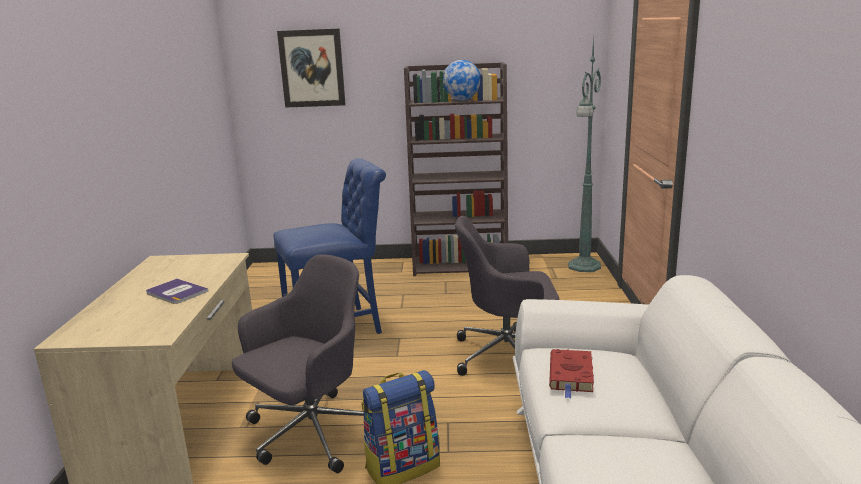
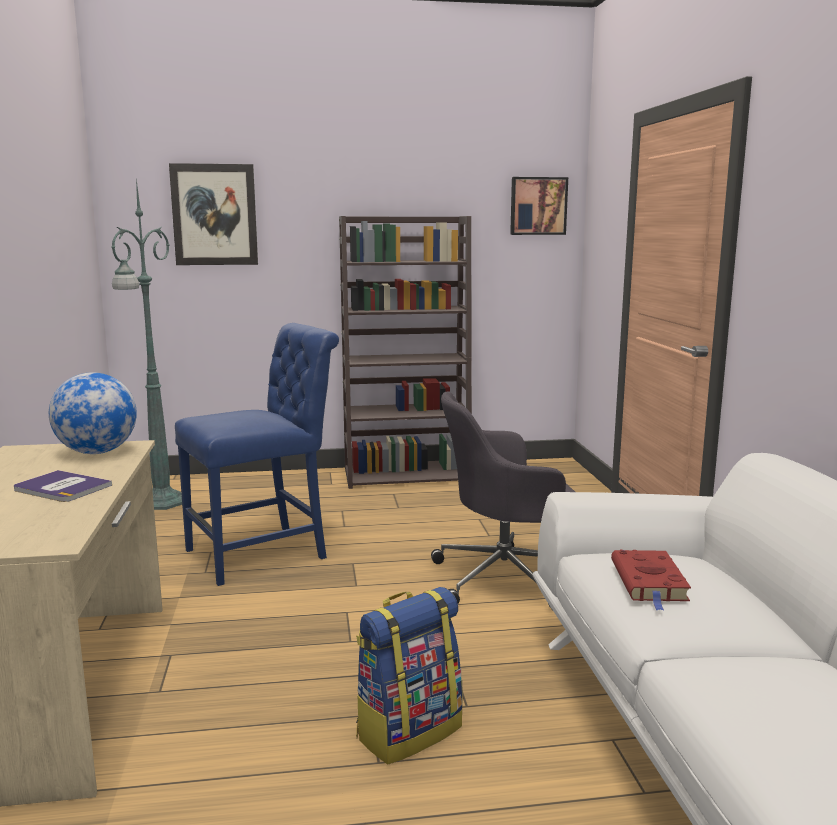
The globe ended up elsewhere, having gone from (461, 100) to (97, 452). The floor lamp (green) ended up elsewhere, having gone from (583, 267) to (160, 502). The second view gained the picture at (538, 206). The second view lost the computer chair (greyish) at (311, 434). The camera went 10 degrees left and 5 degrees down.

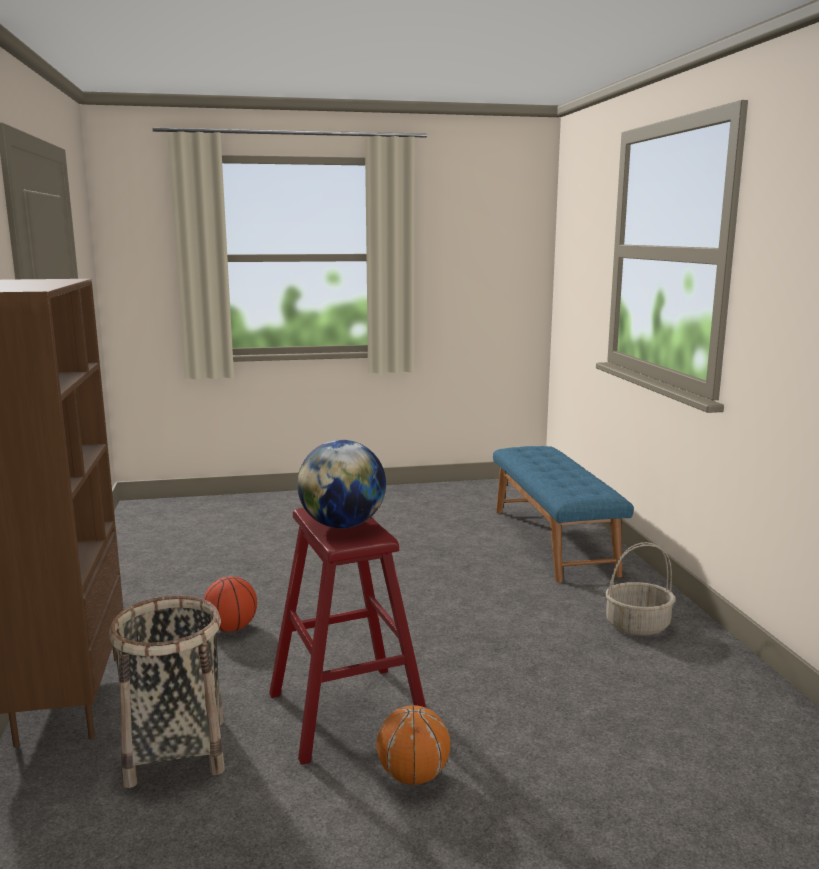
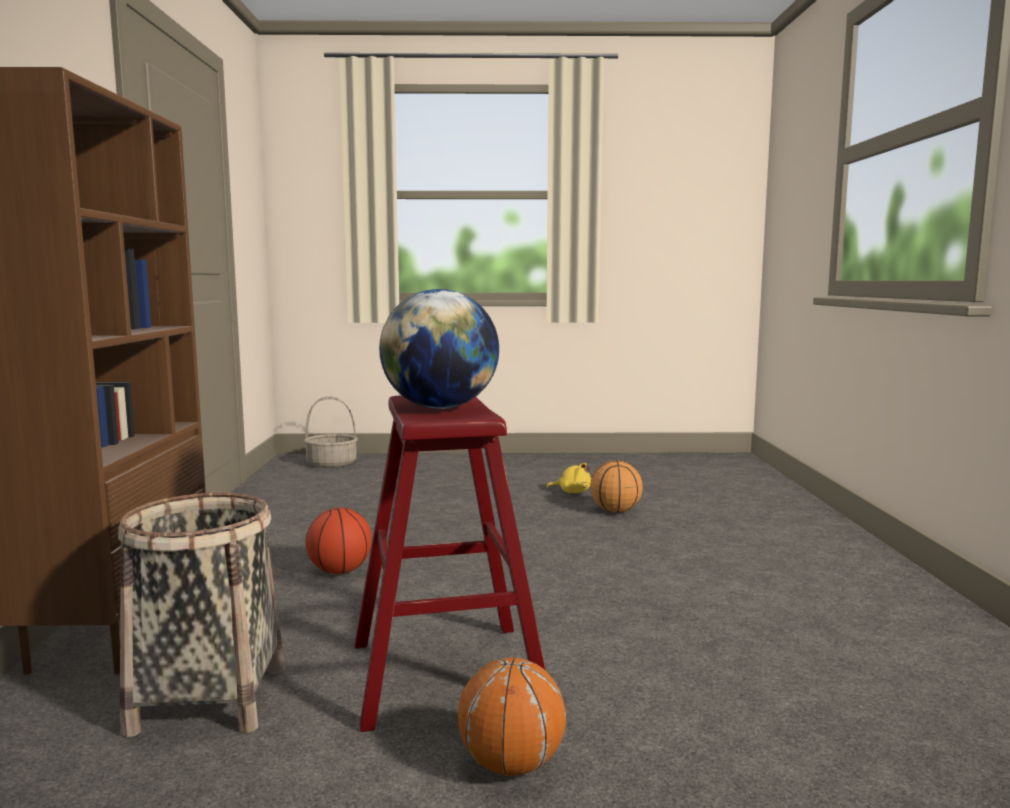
The basket ended up elsewhere, having gone from (638, 625) to (332, 464). The second view gained the soft toy (yellowish) at (572, 492). The second view gained the ball for basketball at (616, 511). The second view lost the indoor bench (bluish) at (553, 541). The camera went 10 degrees right and 5 degrees down.

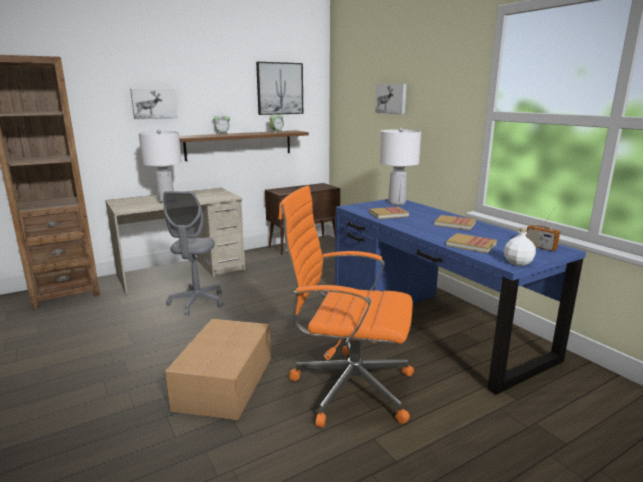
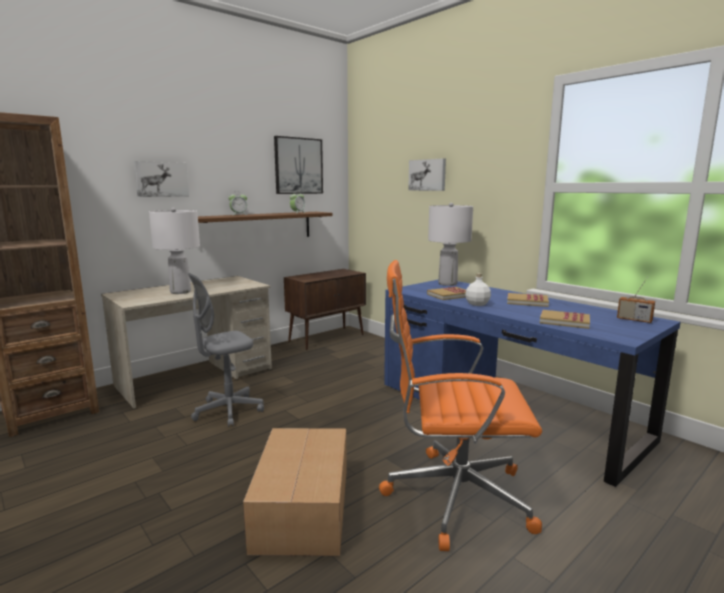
The computer chair (greyish) at (197, 302) ended up facing another way, 60 degrees clockwise from before. The bottle (white-coloured) ended up elsewhere, having gone from (518, 262) to (477, 304). The camera went 10 degrees left and 5 degrees down.

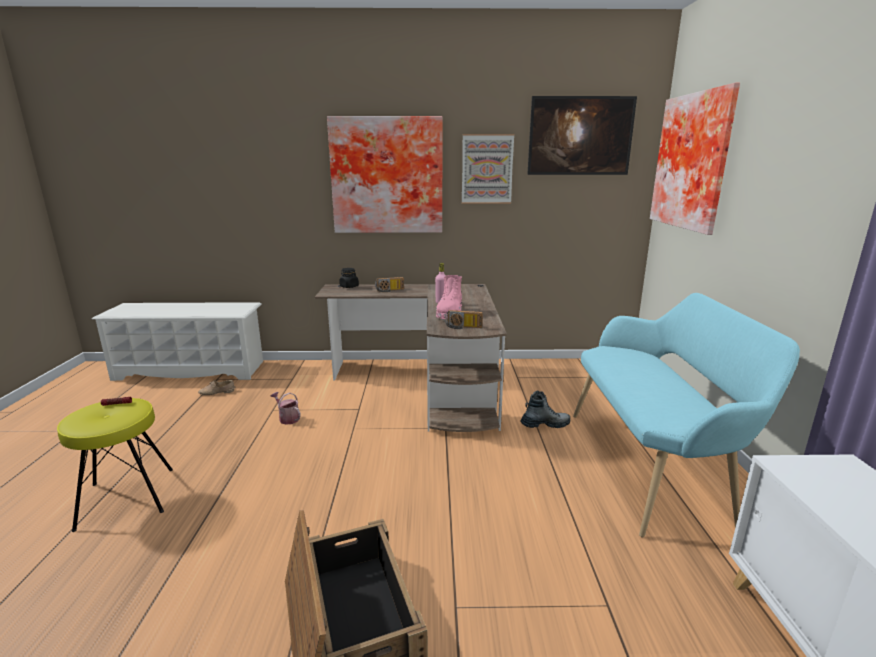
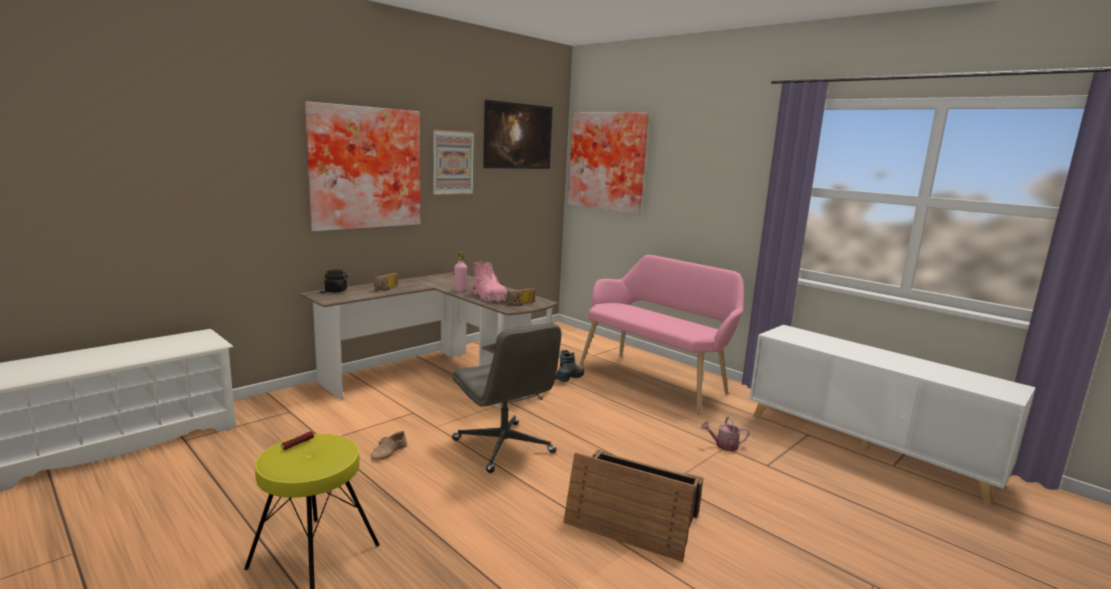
The item of footwear (beige) ended up elsewhere, having gone from (217, 392) to (389, 452). The second view gained the computer chair (greyish) at (504, 447). What was the indoor bench (blue-green) at (653, 465) turned into the indoor bench (pink-coloured) at (656, 380). The sprinkling can ended up elsewhere, having gone from (287, 418) to (723, 446). The camera went 45 degrees left and 5 degrees down.

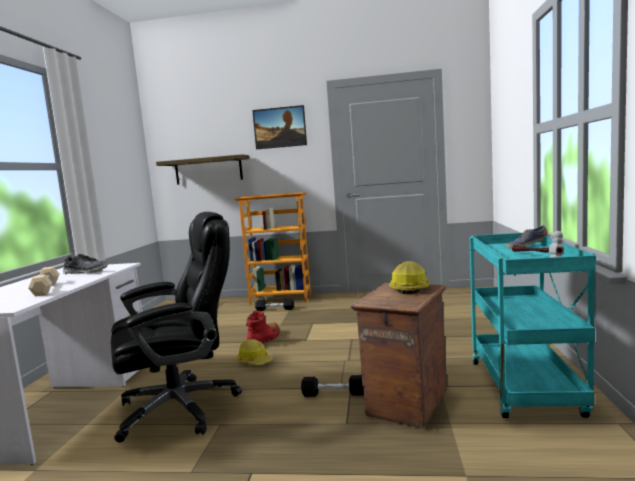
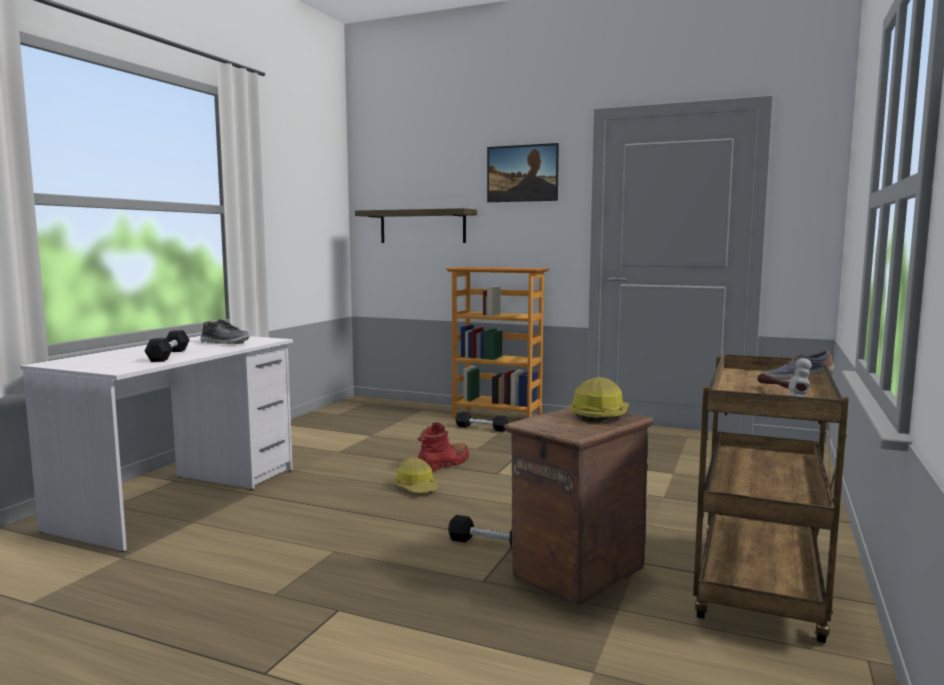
What was the dumbbell (beige) at (46, 289) turned into the dumbbell (black) at (169, 355). What was the wheeled cart (blue-green) at (526, 389) turned into the wheeled cart (brown-coloured) at (761, 590). The second view lost the computer chair (black) at (181, 407). The camera went 15 degrees right and 0 degrees up.

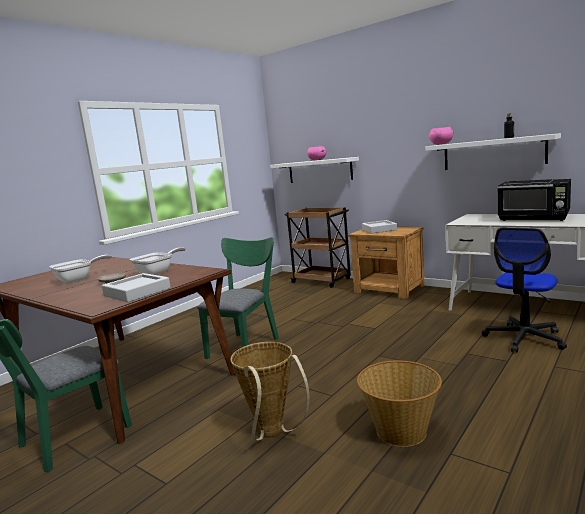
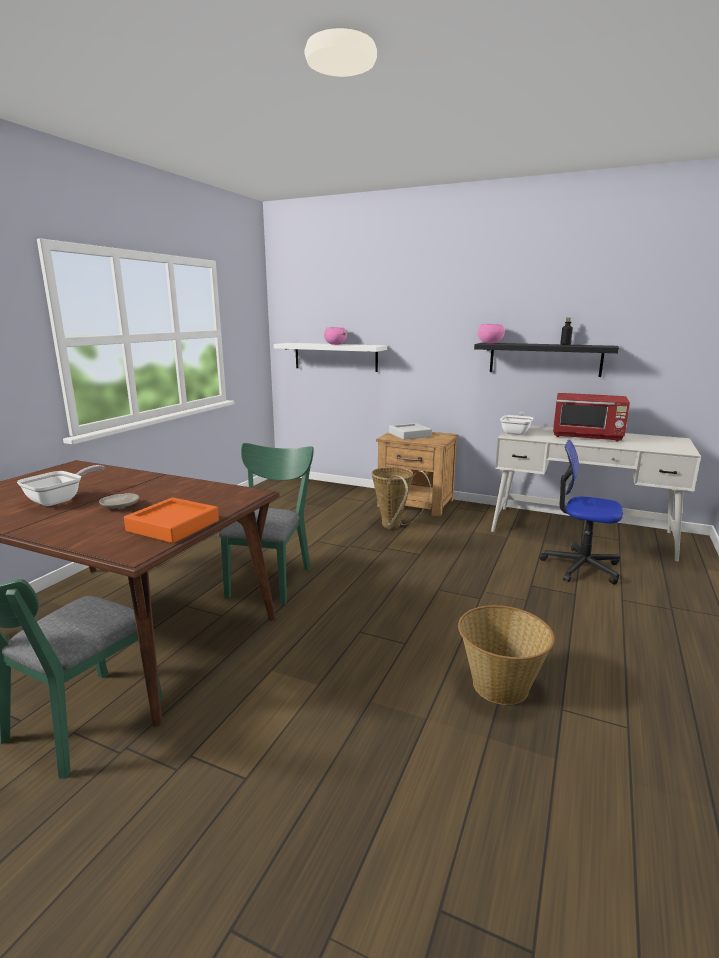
What was the serving tray (greyish) at (137, 292) turned into the serving tray (orangey) at (173, 526). The basket ended up elsewhere, having gone from (272, 434) to (394, 527). What was the wall shelf (white-coloured) at (493, 153) turned into the wall shelf (black) at (544, 359). The pan ended up elsewhere, having gone from (158, 272) to (516, 432). The computer chair at (524, 338) ended up facing another way, 90 degrees clockwise from before. What was the microwave (black) at (534, 218) turned into the microwave (red) at (587, 436). The second view lost the wheeled cart (brown-coloured) at (322, 281). The camera went 15 degrees left and 5 degrees up.

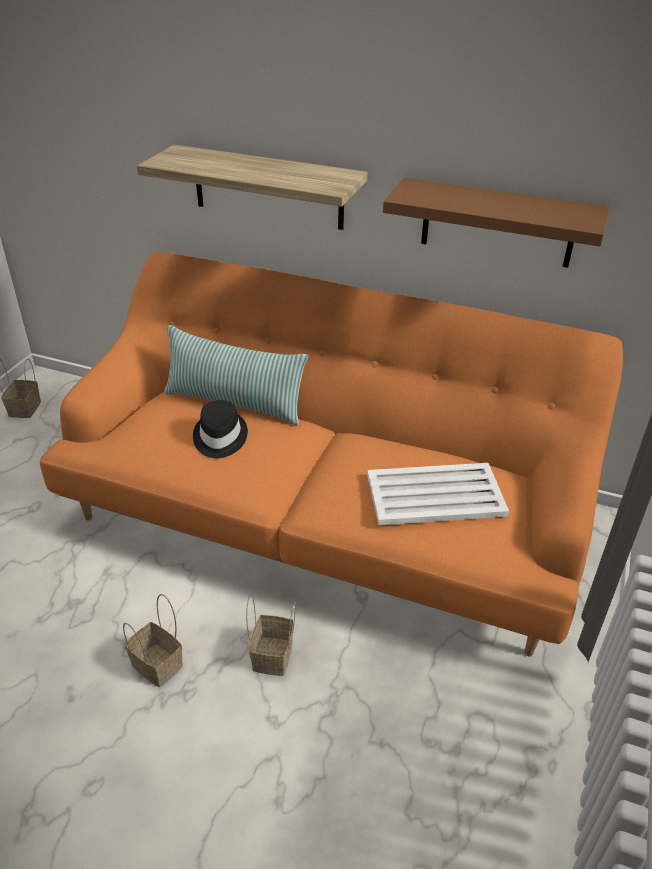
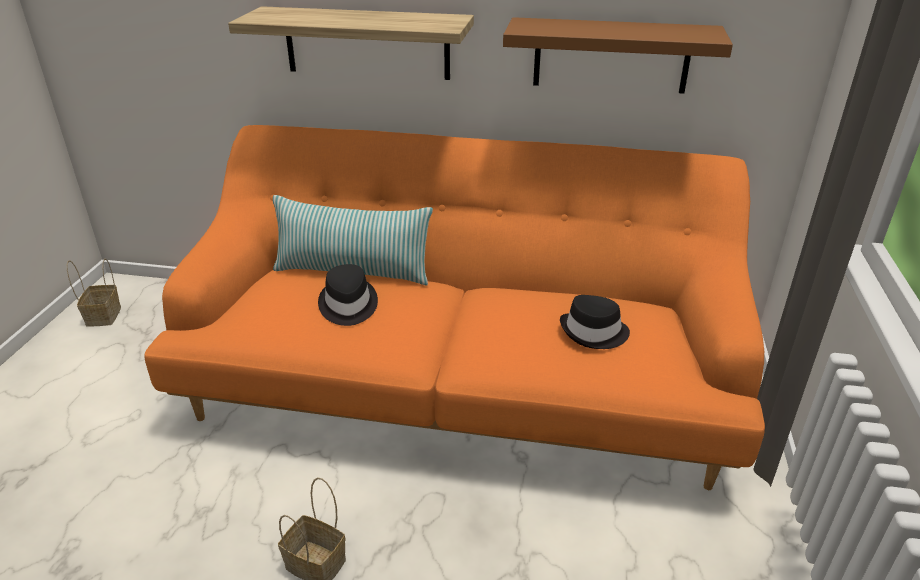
Where the serving tray (white-coloured) stood at (436, 495), the clothing hat (black) came to stand at (594, 332). The second view lost the basket at (273, 657). The camera went 10 degrees left and 5 degrees down.

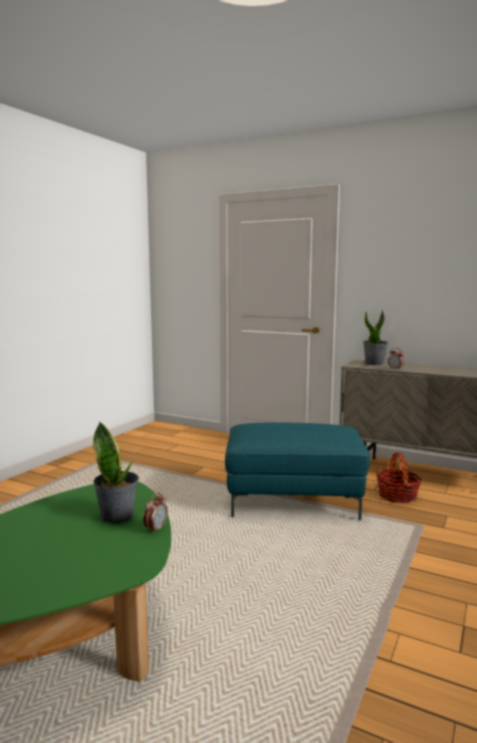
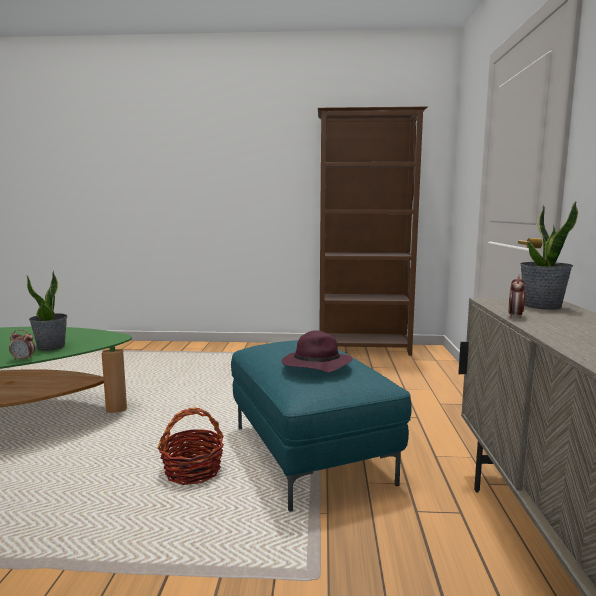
The basket ended up elsewhere, having gone from (397, 495) to (193, 470). The second view gained the clothing hat (purple-coloured) at (315, 365). The second view gained the bookshelf (brown-coloured) at (364, 349). The camera went 65 degrees right and 0 degrees up.

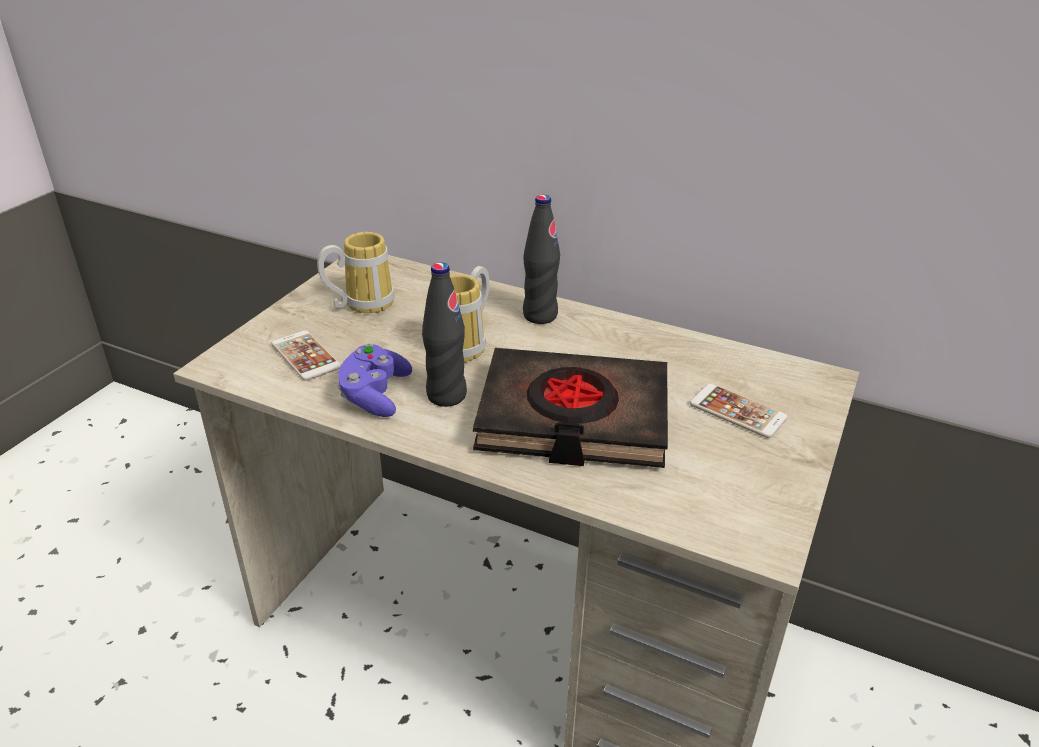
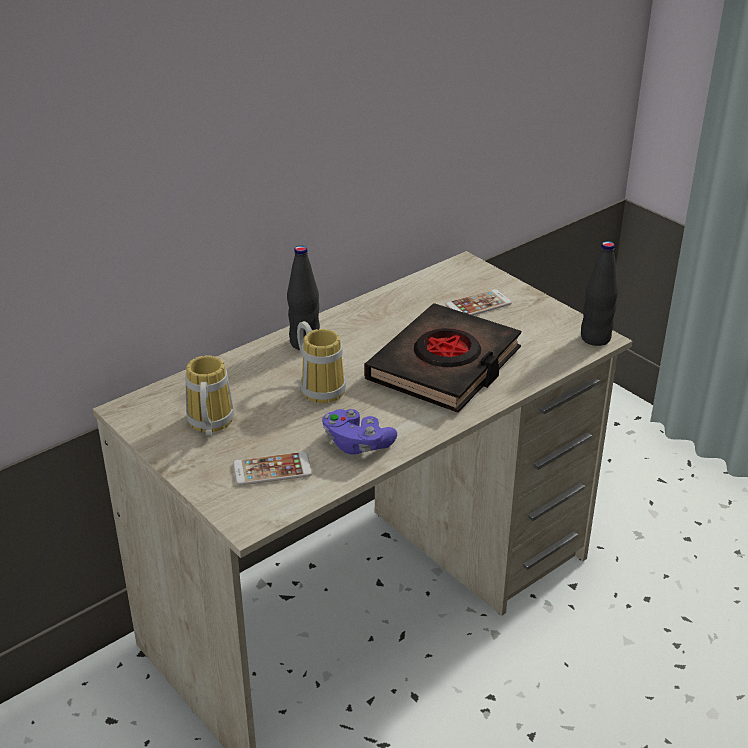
The bottle (black) ended up elsewhere, having gone from (446, 395) to (595, 338). The camera went 65 degrees left and 0 degrees up.

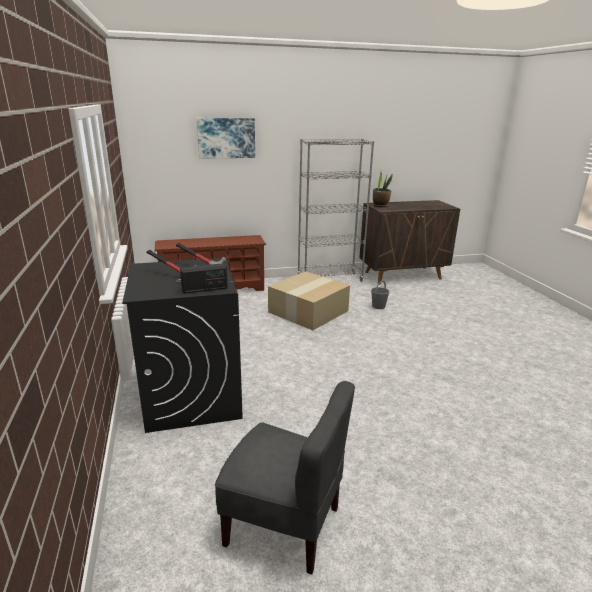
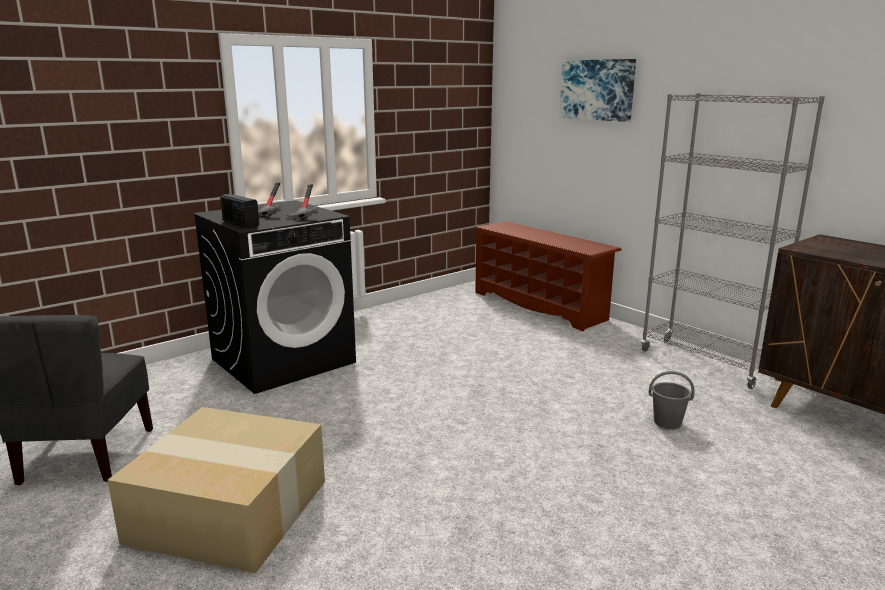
The cardboard box ended up elsewhere, having gone from (308, 312) to (226, 512). The second view lost the potted plant at (380, 206). The camera went 65 degrees right and 5 degrees down.

